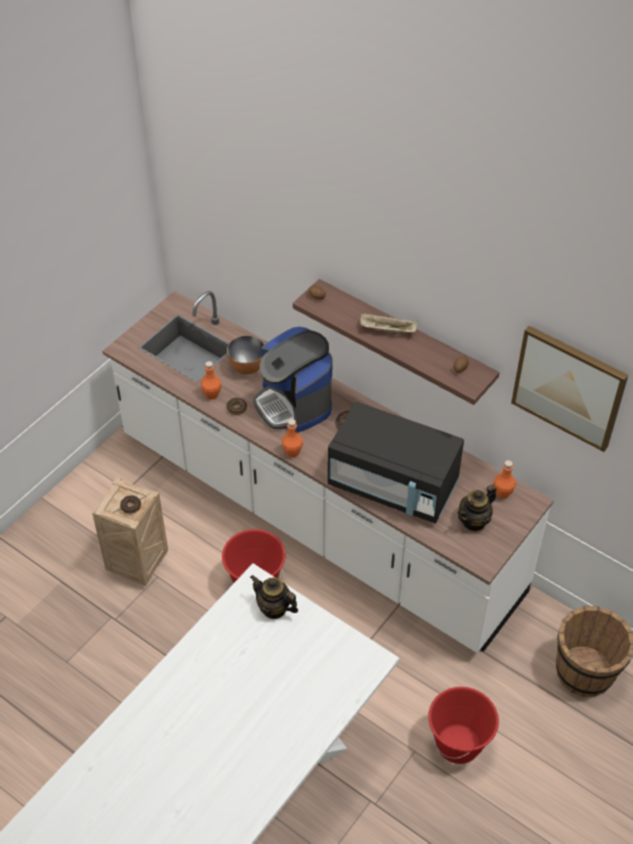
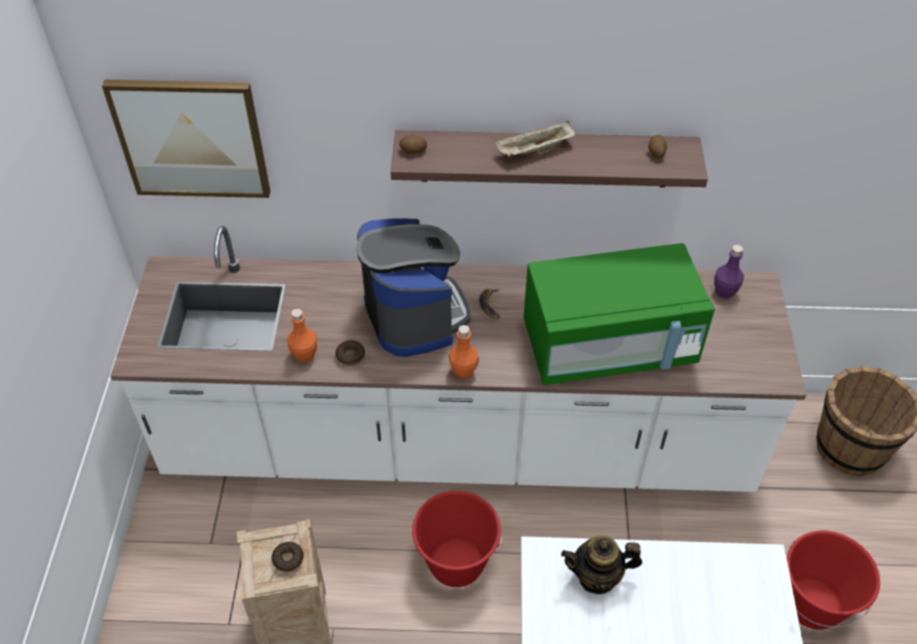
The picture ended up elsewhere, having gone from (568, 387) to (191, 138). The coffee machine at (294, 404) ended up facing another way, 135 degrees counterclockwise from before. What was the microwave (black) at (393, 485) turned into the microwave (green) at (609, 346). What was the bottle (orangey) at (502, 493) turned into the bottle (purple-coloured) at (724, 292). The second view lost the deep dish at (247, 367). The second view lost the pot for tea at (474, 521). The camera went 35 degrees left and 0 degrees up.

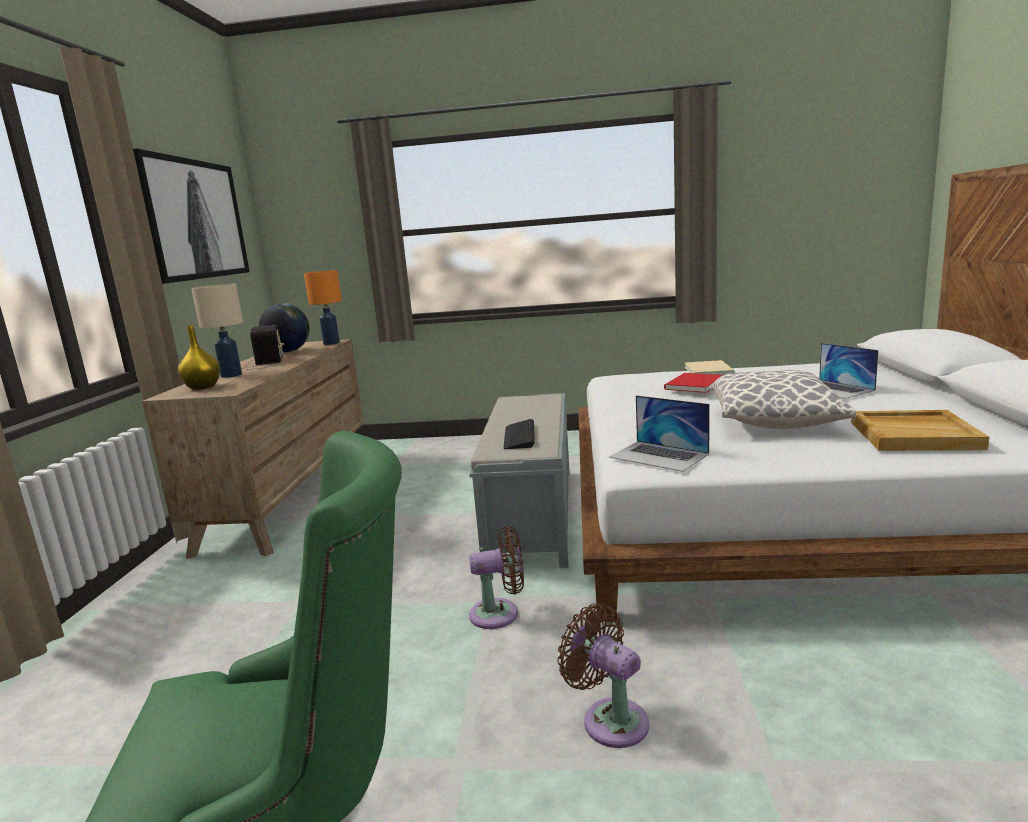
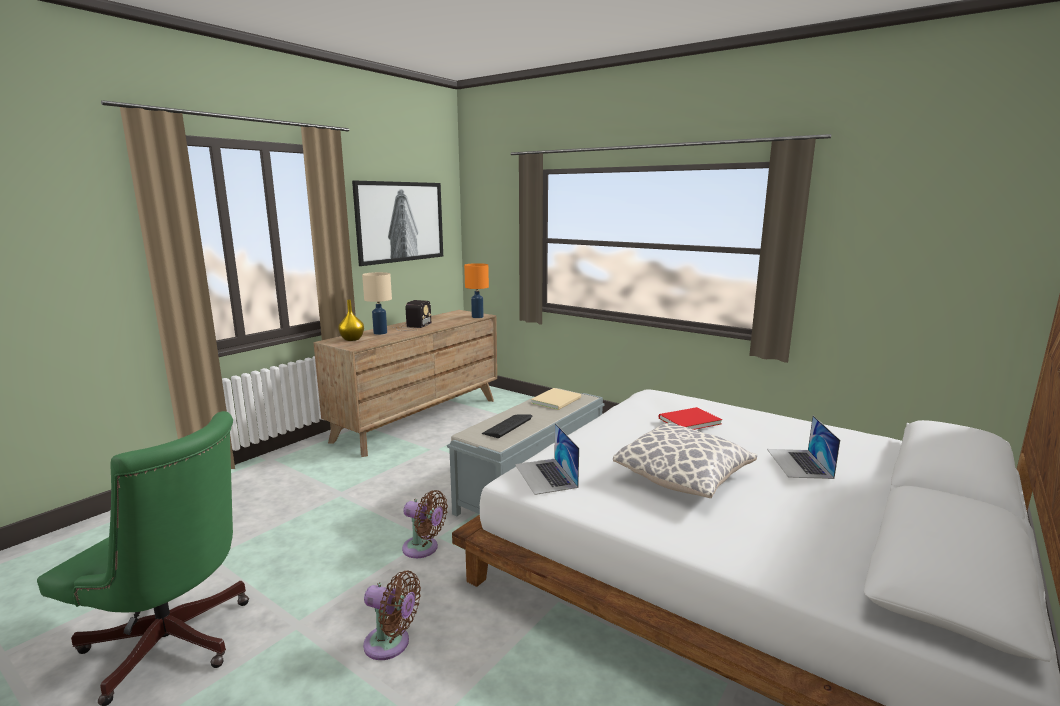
The cooling fan (brown-coloured) at (610, 719) ended up facing another way, 120 degrees clockwise from before. The volume (beige) ended up elsewhere, having gone from (709, 370) to (557, 400). The second view lost the globe at (288, 352). The second view lost the serving tray (beige) at (914, 435). The camera went 30 degrees right and 0 degrees up.

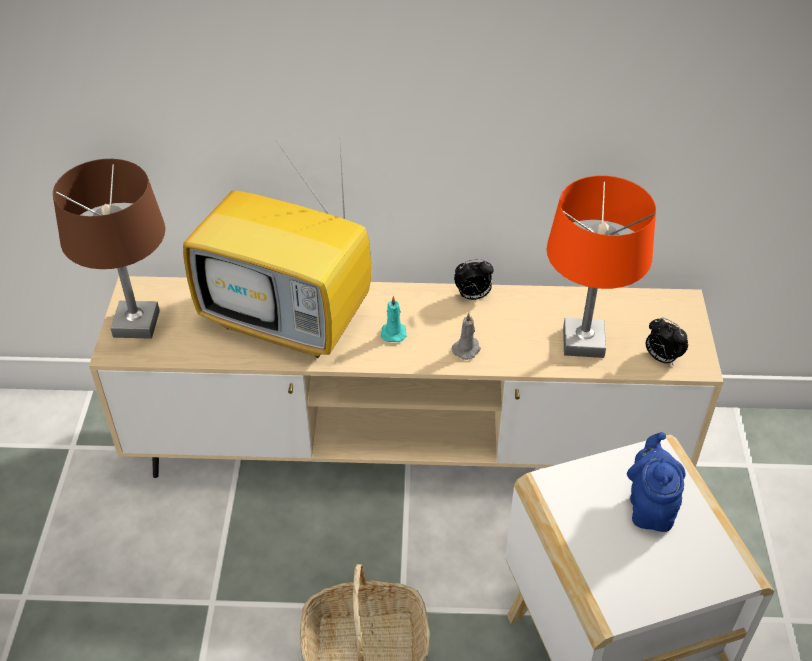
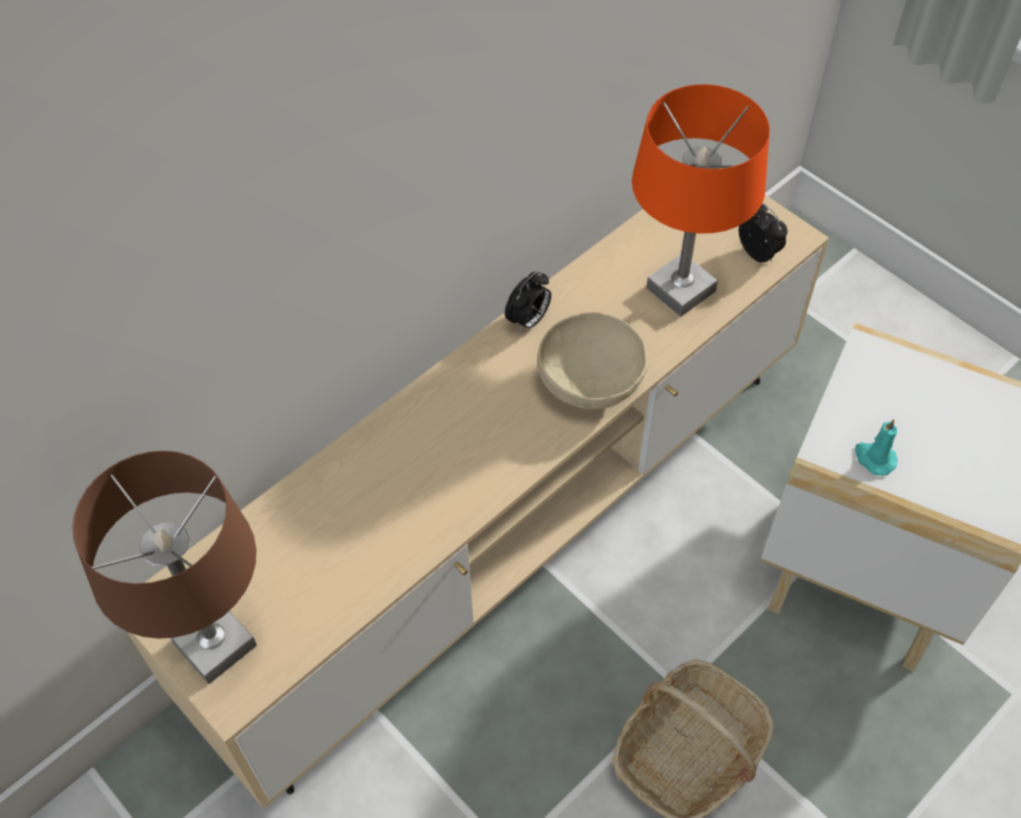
Where the wax light (greyish) stood at (467, 349), the deep dish (beige) came to stand at (591, 381). The table clock at (661, 358) ended up facing another way, 120 degrees counterclockwise from before. The wax light (blue-green) ended up elsewhere, having gone from (393, 332) to (874, 458). The second view lost the TV set at (290, 321). The second view lost the pot for tea (bluish) at (650, 507). The camera went 45 degrees left and 10 degrees up.

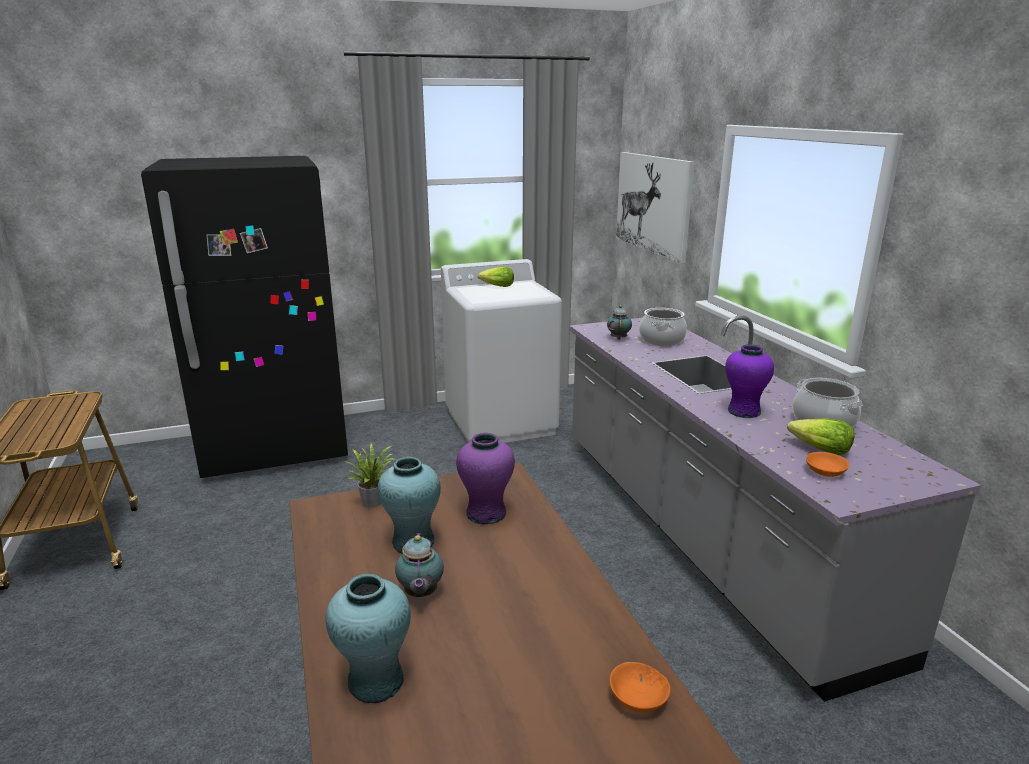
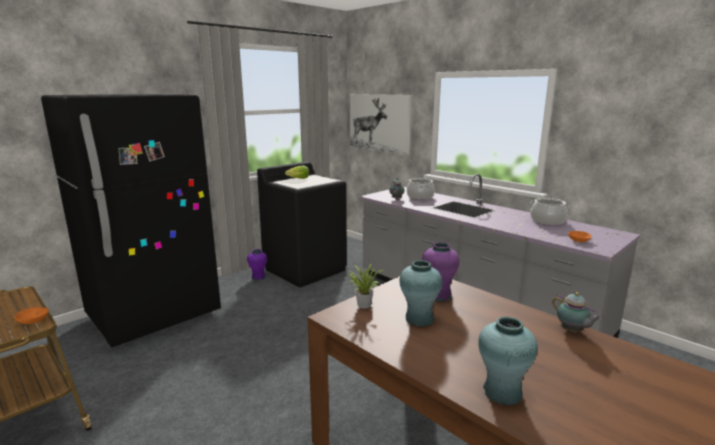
The deep dish (orangey) ended up elsewhere, having gone from (636, 699) to (32, 321). The decorative vase (purple-coloured) ended up elsewhere, having gone from (743, 411) to (258, 277). What was the laundry machine (white-coloured) at (501, 422) turned into the laundry machine (black) at (305, 269). The pot for tea ended up elsewhere, having gone from (420, 594) to (572, 331). The second view lost the head of lettuce at (820, 450). The camera went 25 degrees left and 5 degrees down.

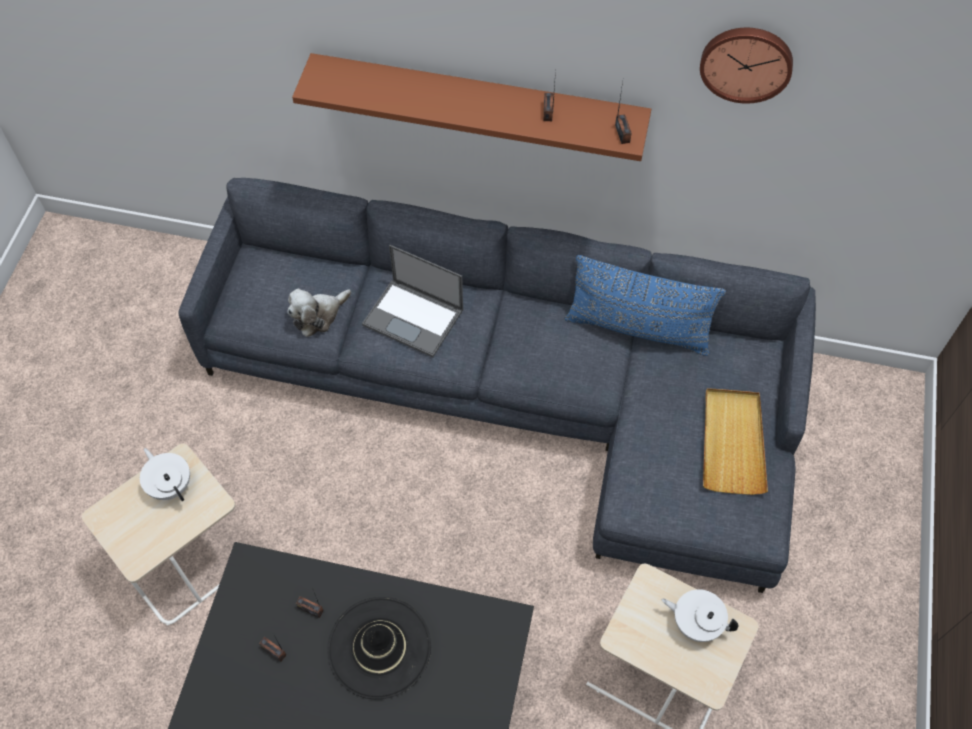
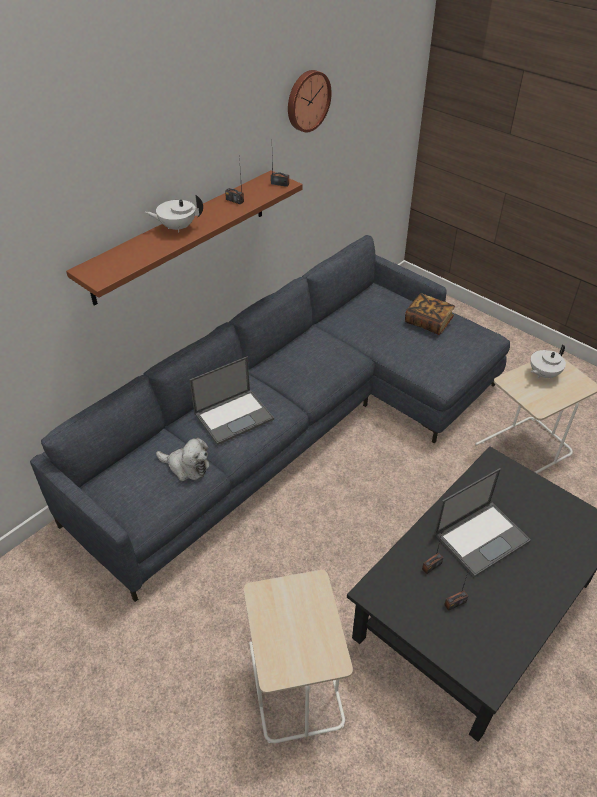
The pot for tea (white-coloured) ended up elsewhere, having gone from (170, 485) to (177, 227). The soft toy at (318, 315) ended up facing another way, 60 degrees counterclockwise from before. Where the serving tray (beige) stood at (732, 442), the volume came to stand at (428, 322). Where the clothing hat (black) stood at (379, 647), the laptop came to stand at (482, 537). The second view lost the cushion (bluish) at (638, 328). The camera went 60 degrees left and 15 degrees down.

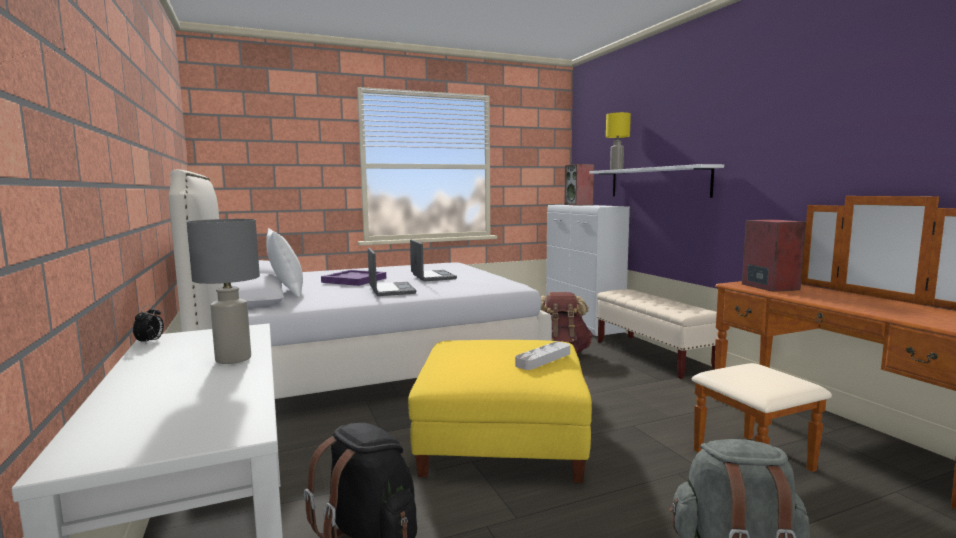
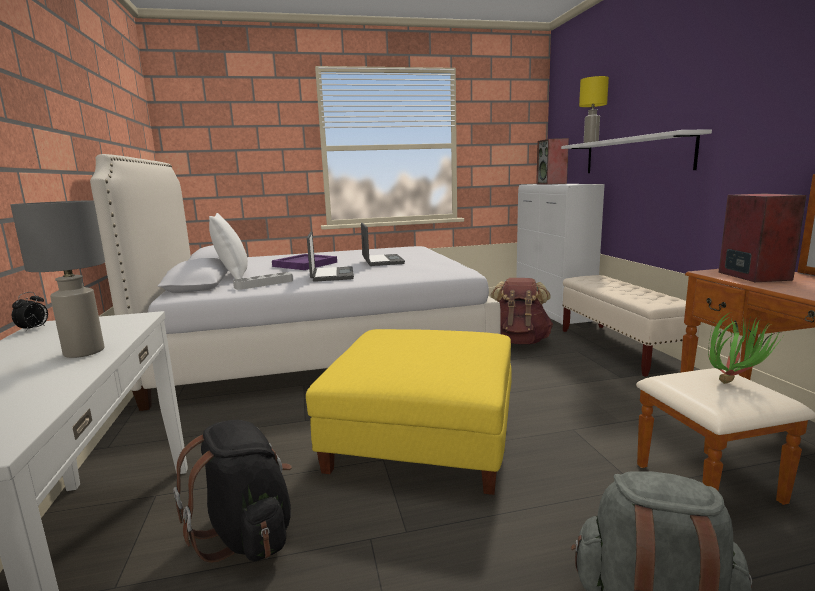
The serving tray (greyish) ended up elsewhere, having gone from (543, 359) to (264, 284). The second view gained the potted plant at (733, 382). The camera went 10 degrees right and 5 degrees up.

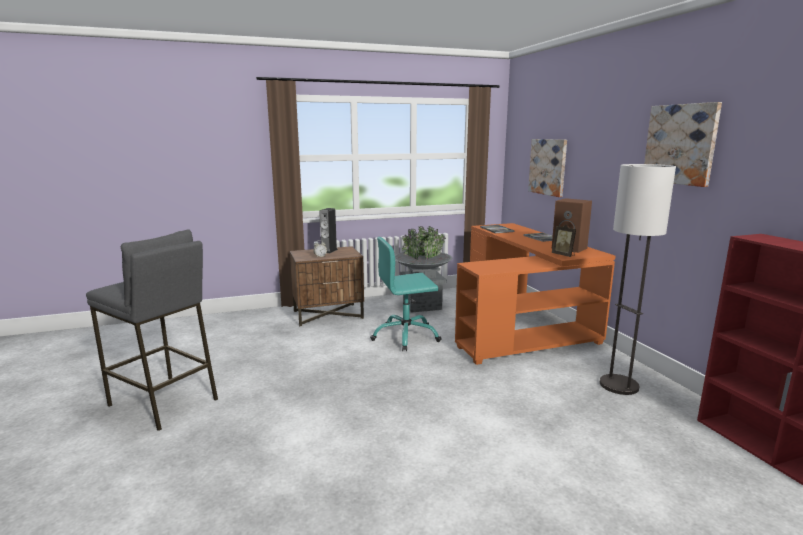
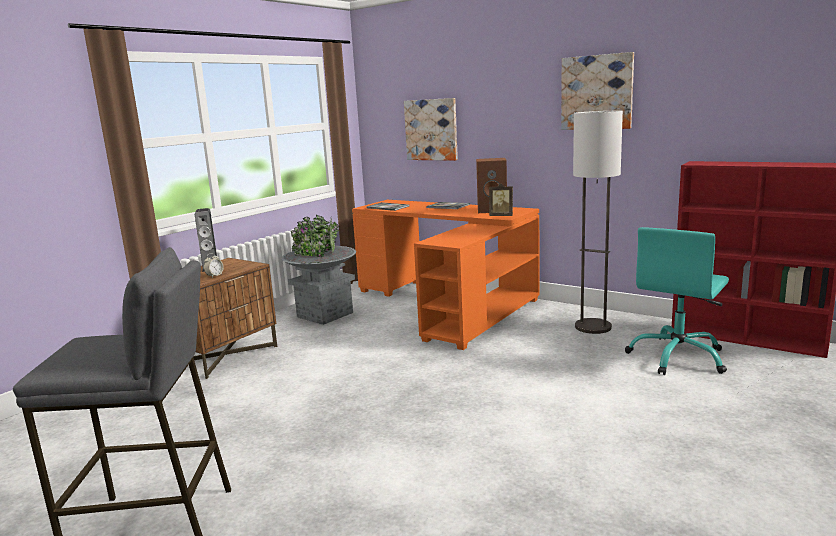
The computer chair (blue-green) ended up elsewhere, having gone from (405, 336) to (677, 357). The camera went 35 degrees left and 0 degrees up.

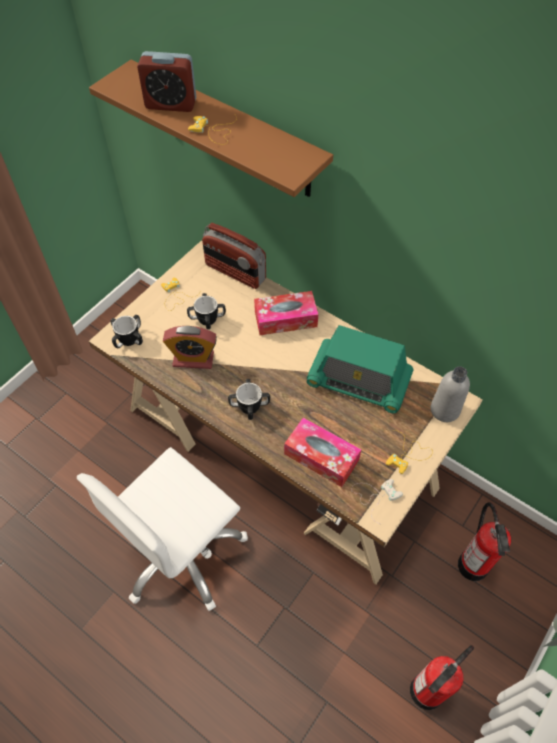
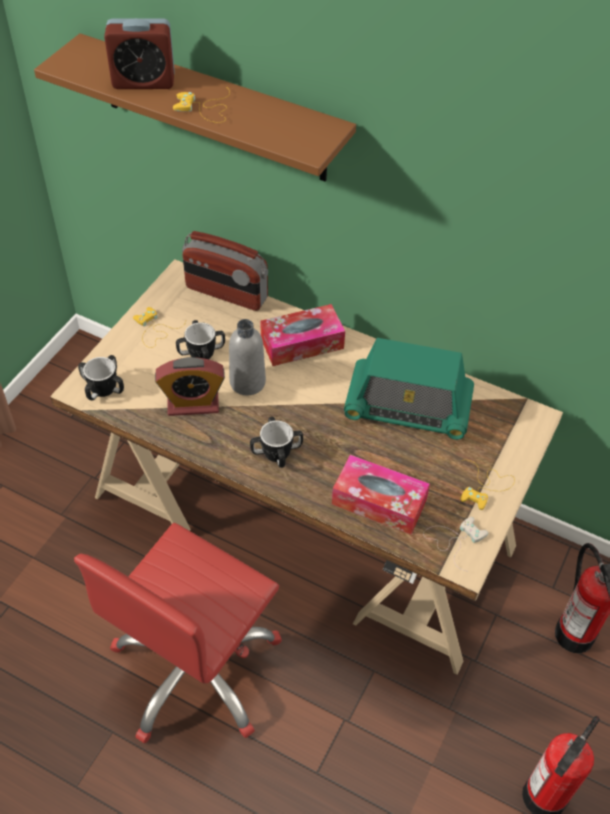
What was the computer chair (white-coloured) at (182, 552) turned into the computer chair (red) at (196, 669). The bottle (greyish) ended up elsewhere, having gone from (445, 410) to (247, 382). The camera went 10 degrees left and 5 degrees down.

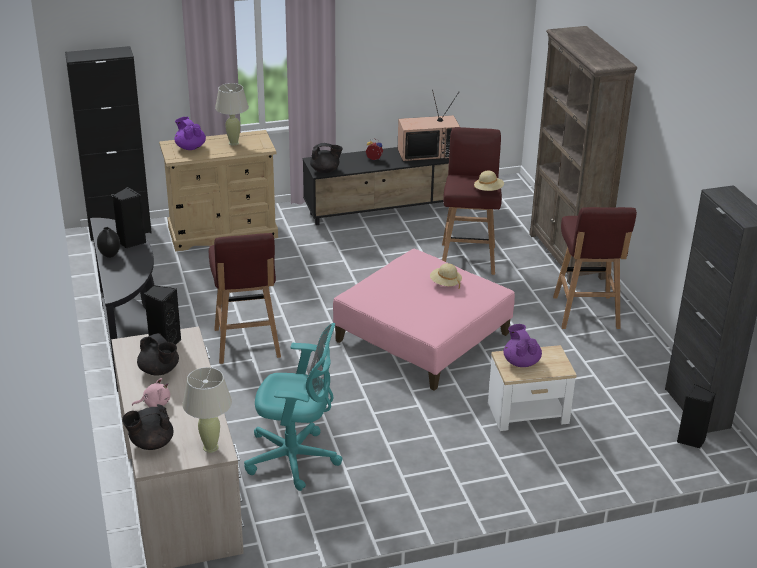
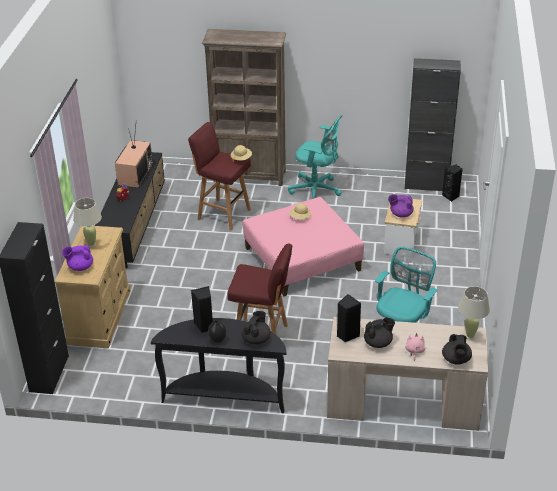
The pot for tea (black) ended up elsewhere, having gone from (325, 170) to (256, 339). Where the stool (red) stood at (586, 313), the computer chair (blue-green) came to stand at (317, 190). The camera went 65 degrees left and 5 degrees up.

